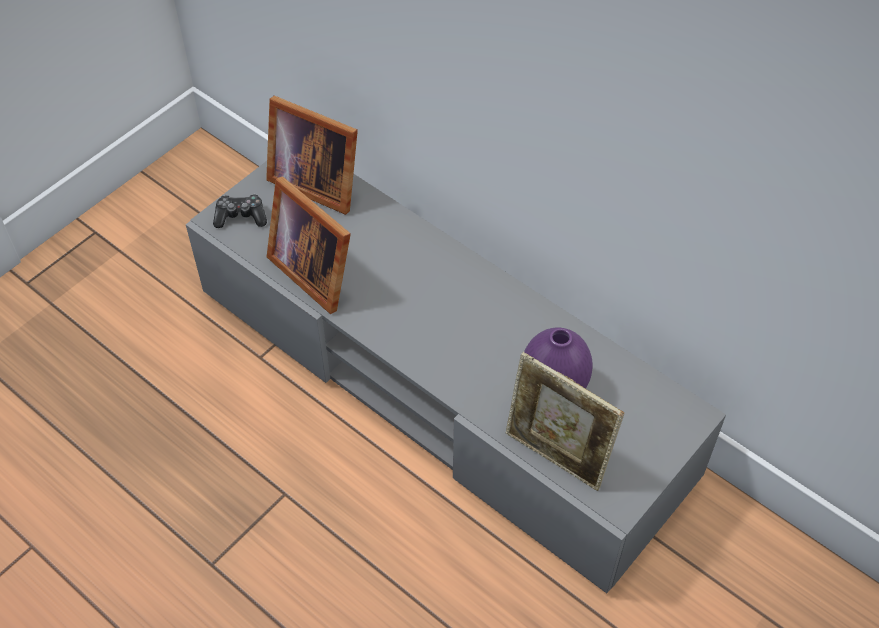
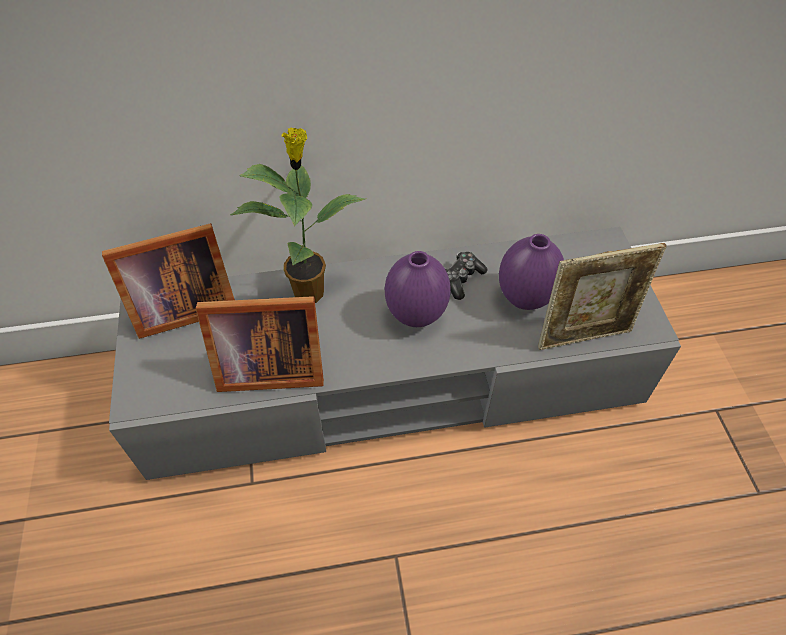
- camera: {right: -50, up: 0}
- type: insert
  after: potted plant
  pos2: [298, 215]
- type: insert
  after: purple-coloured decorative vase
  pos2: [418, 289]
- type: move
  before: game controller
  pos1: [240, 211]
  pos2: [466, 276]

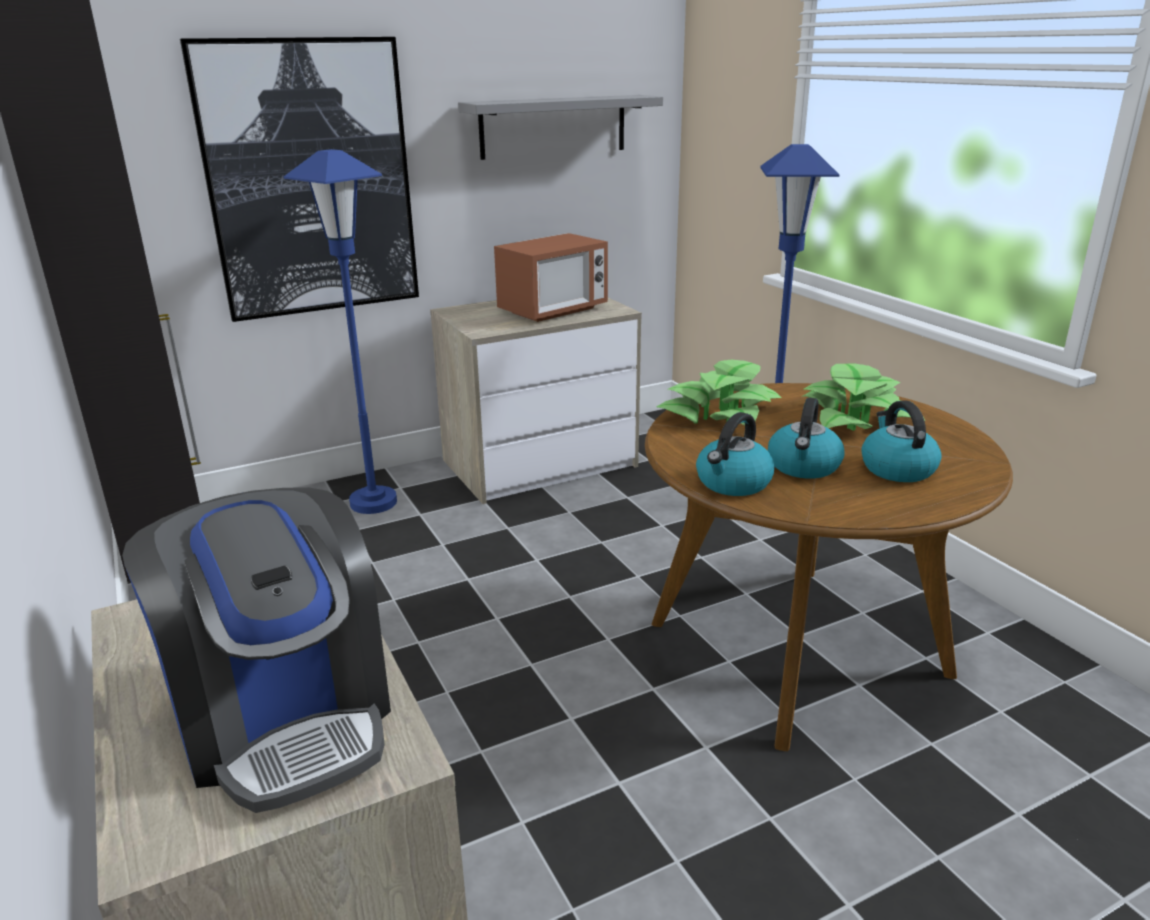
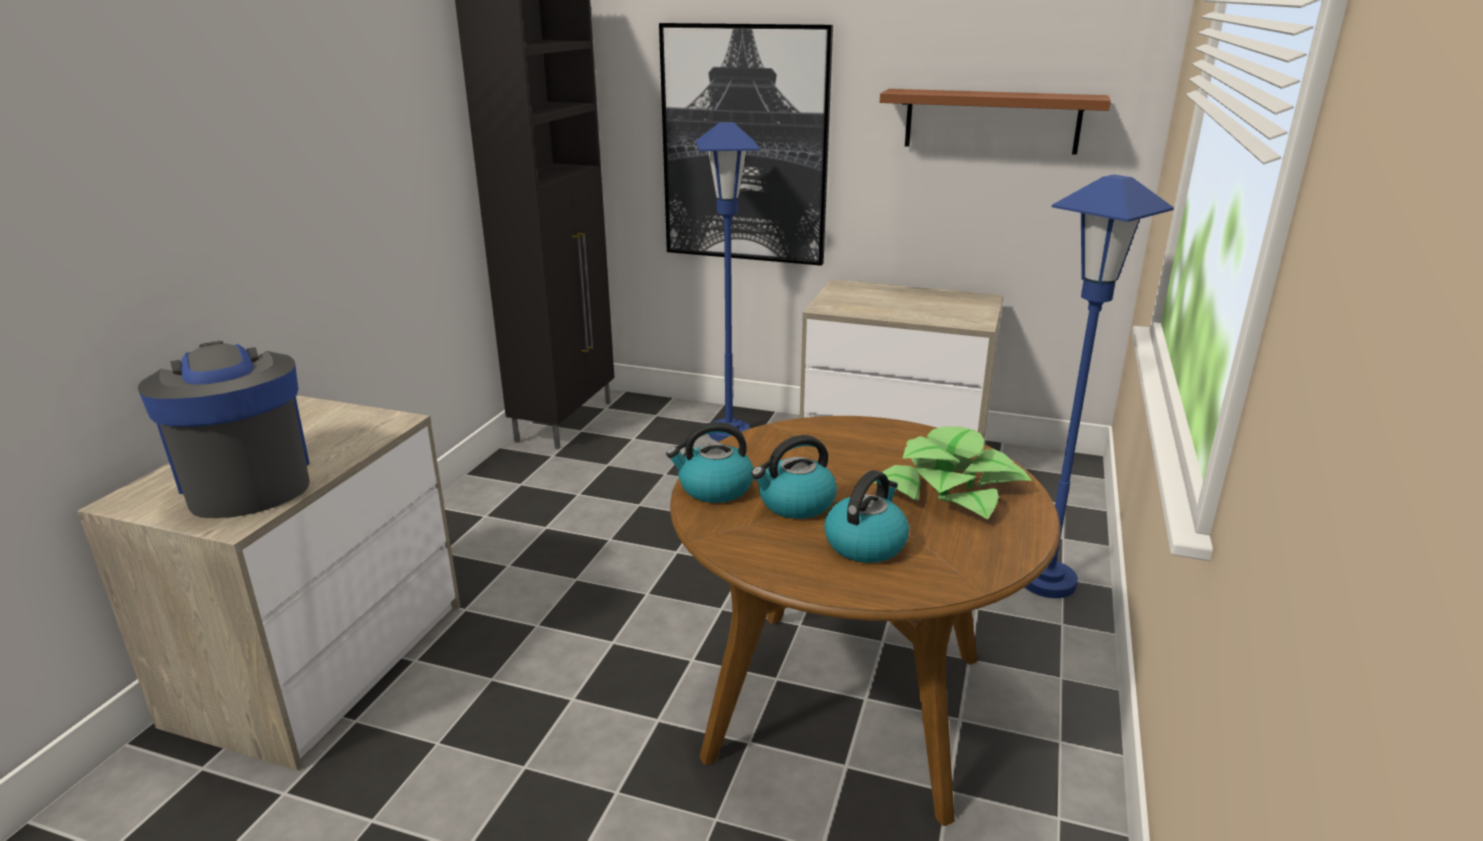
- camera: {right: 45, up: 0}
- type: rotate
  before: coffee maker
  pos1: [256, 650]
  pos2: [224, 429]
  turn: 135
- type: recolor
  before: gray wall shelf
  after: brown-coloured wall shelf
  pos1: [560, 127]
  pos2: [995, 122]
- type: delete
  before: microwave oven
  pos1: [551, 277]
- type: delete
  before: potted plant
  pos1: [719, 392]

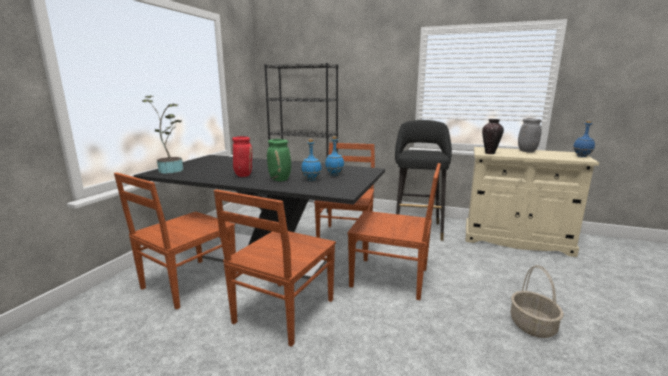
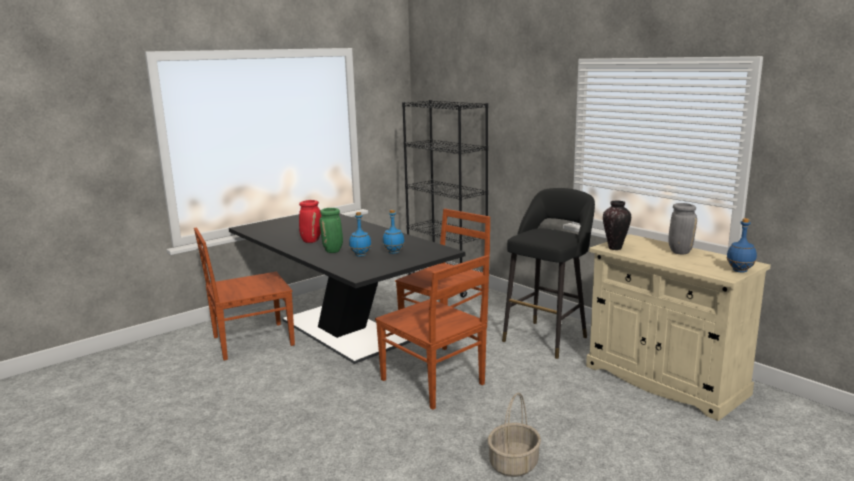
- camera: {right: 30, up: 0}
- type: delete
  before: potted plant
  pos1: [162, 134]
- type: delete
  before: brown-coloured plain chair
  pos1: [275, 268]

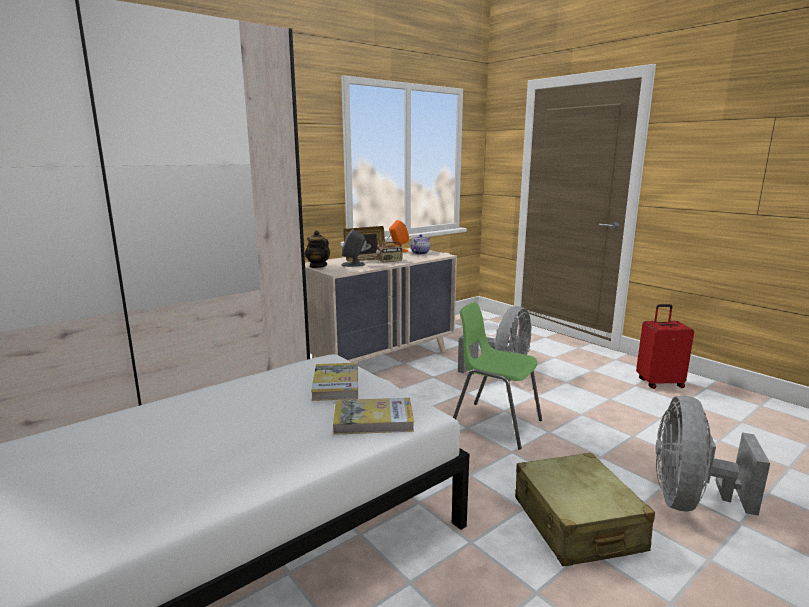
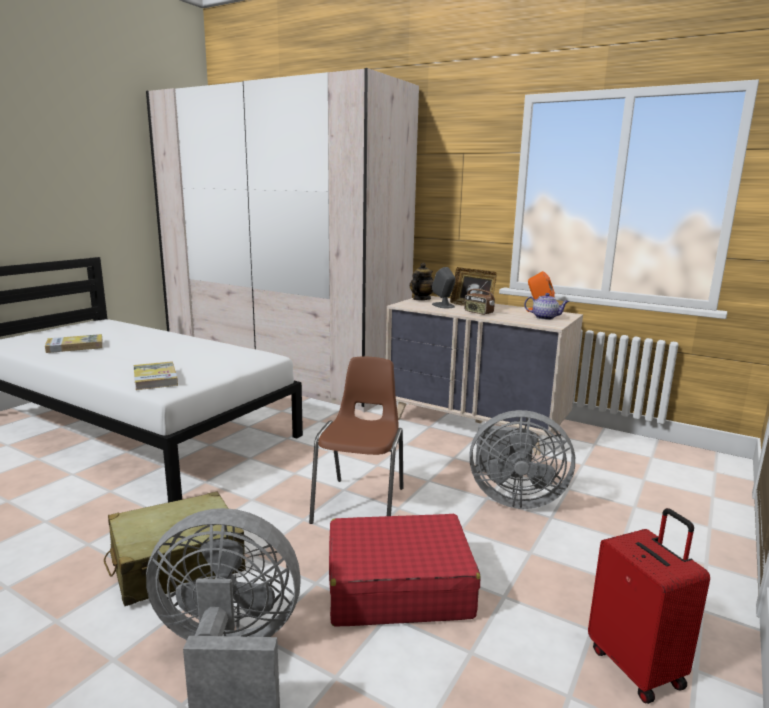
- camera: {right: 70, up: 0}
- type: move
  before: volume
  pos1: [334, 382]
  pos2: [74, 343]
- type: recolor
  before: green plain chair
  after: brown-coloured plain chair
  pos1: [497, 376]
  pos2: [356, 440]
- type: insert
  after: red piece of luggage
  pos2: [404, 570]

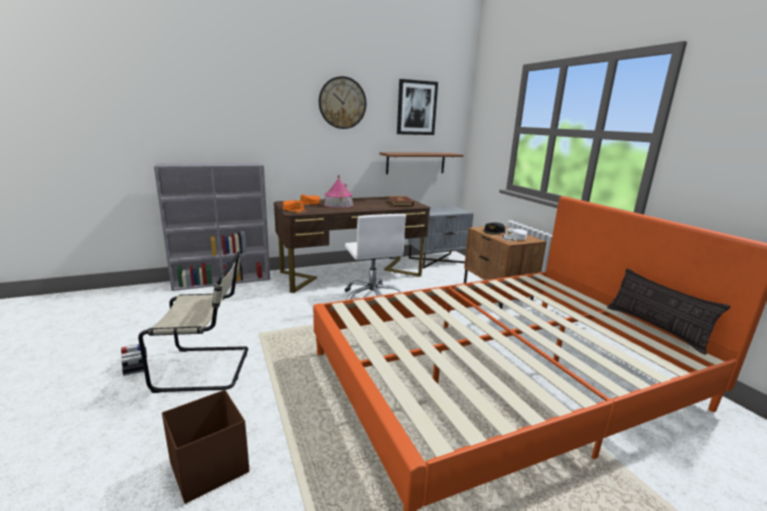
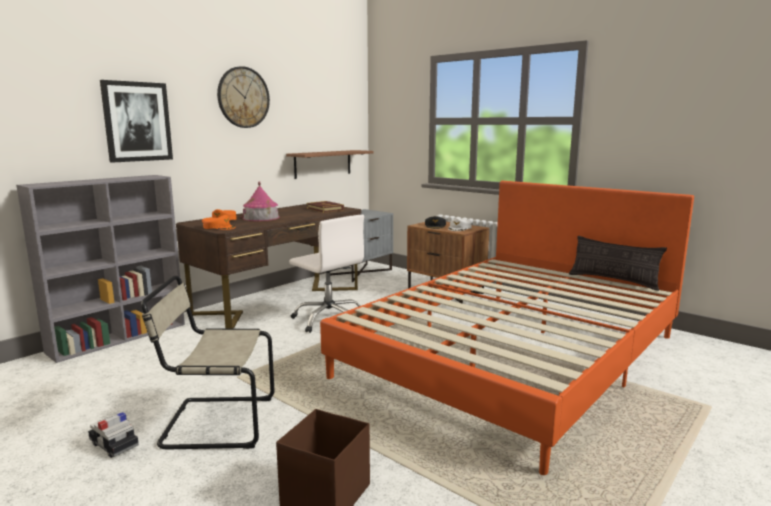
- camera: {right: -25, up: -5}
- type: move
  before: picture
  pos1: [417, 107]
  pos2: [136, 121]
- type: rotate
  before: beige plain chair
  pos1: [193, 322]
  pos2: [207, 362]
  turn: -150

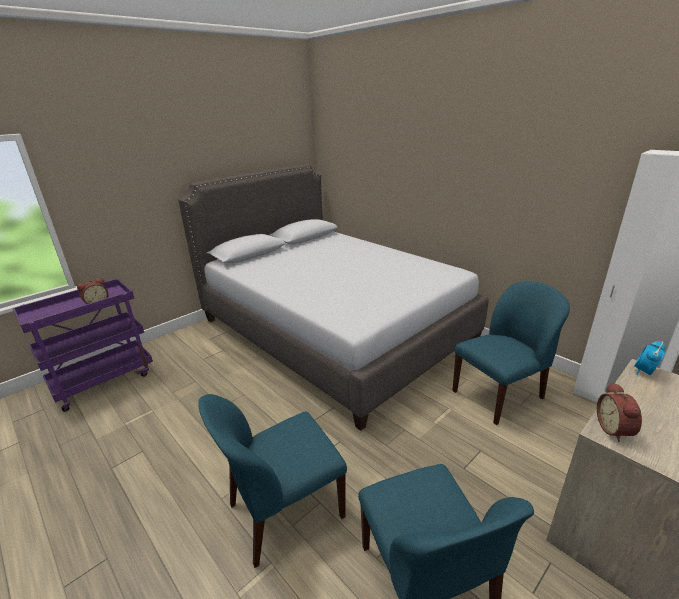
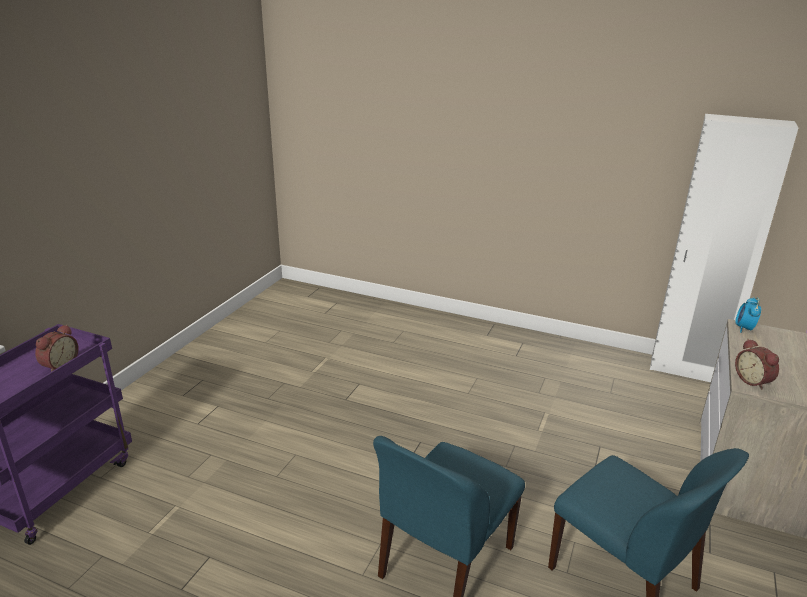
- camera: {right: -25, up: 0}
- type: delete
  before: gray bedroom bed
  pos1: [333, 297]
- type: delete
  before: blue plain chair
  pos1: [511, 353]

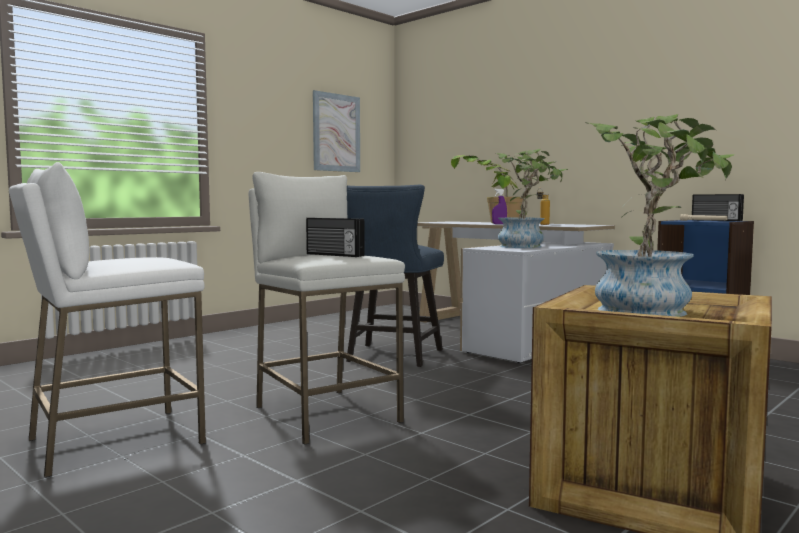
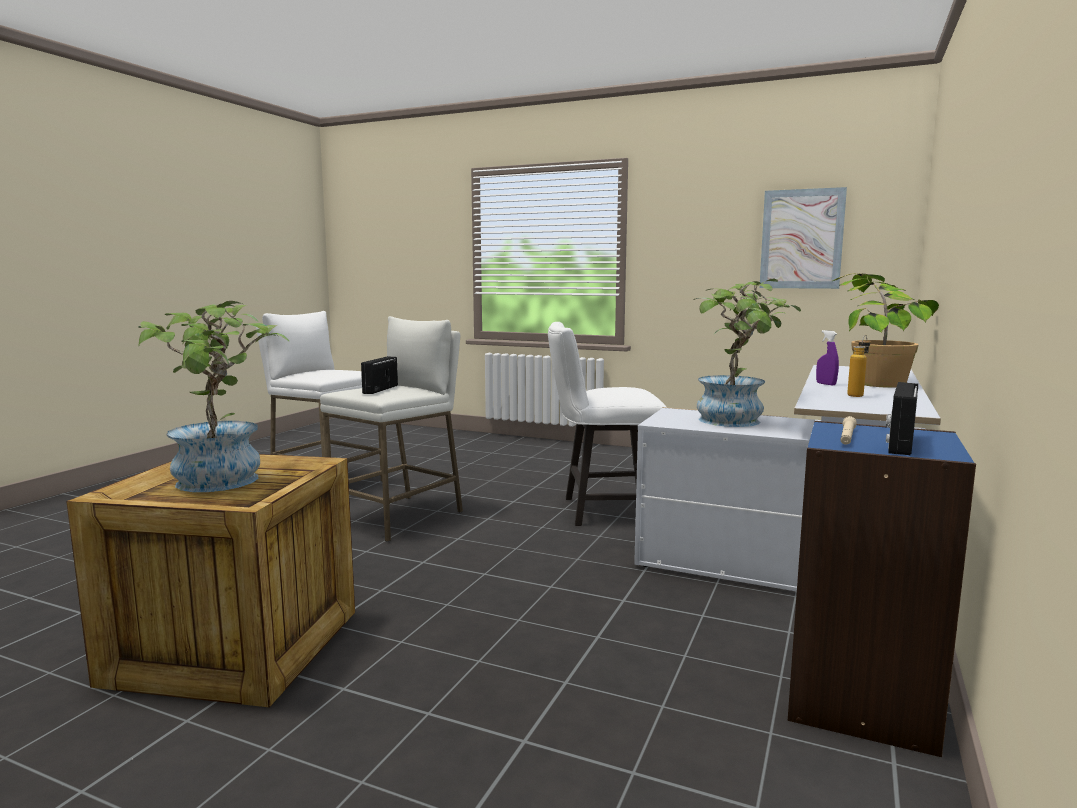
- camera: {right: 70, up: 5}
- type: recolor
  before: blue plain chair
  after: white plain chair
  pos1: [395, 276]
  pos2: [607, 424]

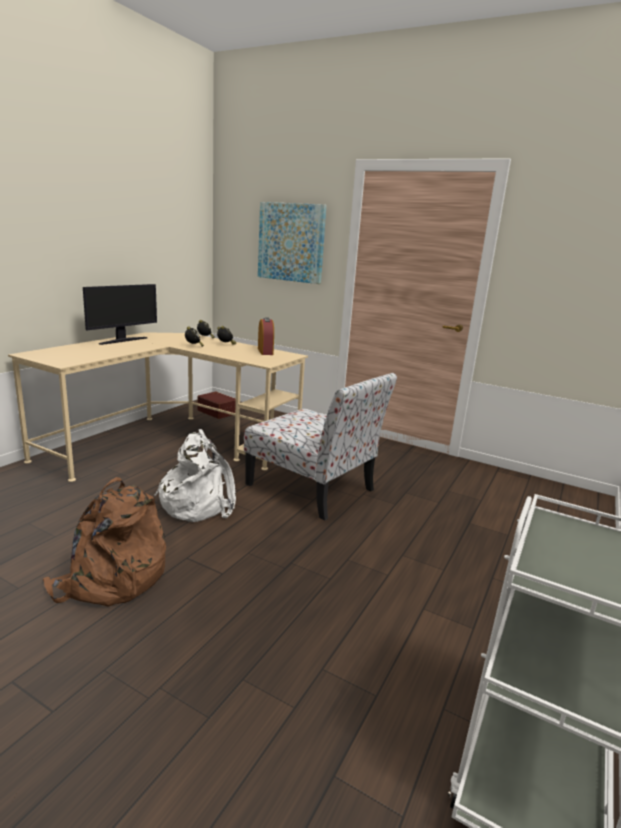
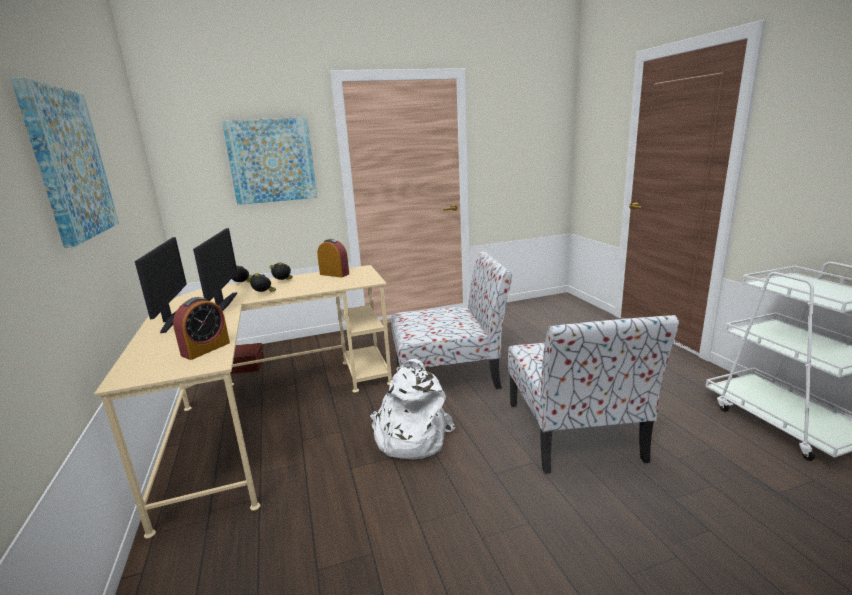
- camera: {right: -45, up: 0}
- type: insert
  after: picture
  pos2: [64, 162]
- type: insert
  after: alarm clock
  pos2: [201, 328]
- type: insert
  after: monitor
  pos2: [215, 269]
- type: insert
  after: plain chair
  pos2: [593, 394]
- type: delete
  before: brown-coloured backpack
  pos1: [104, 542]

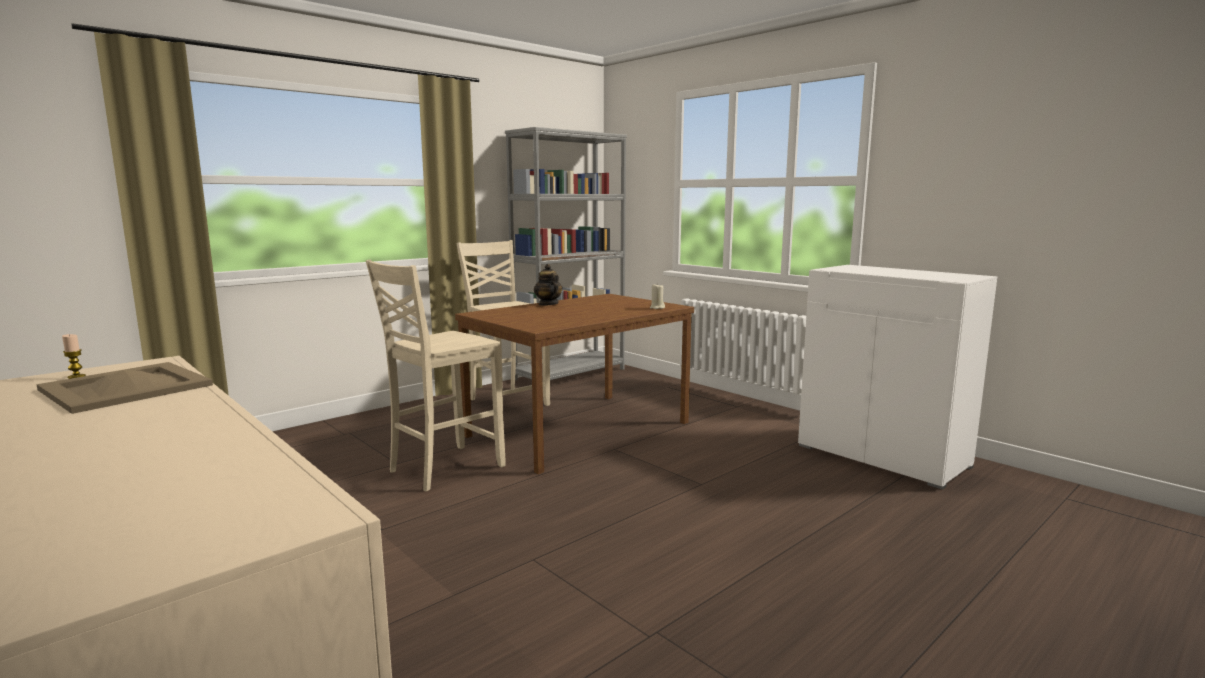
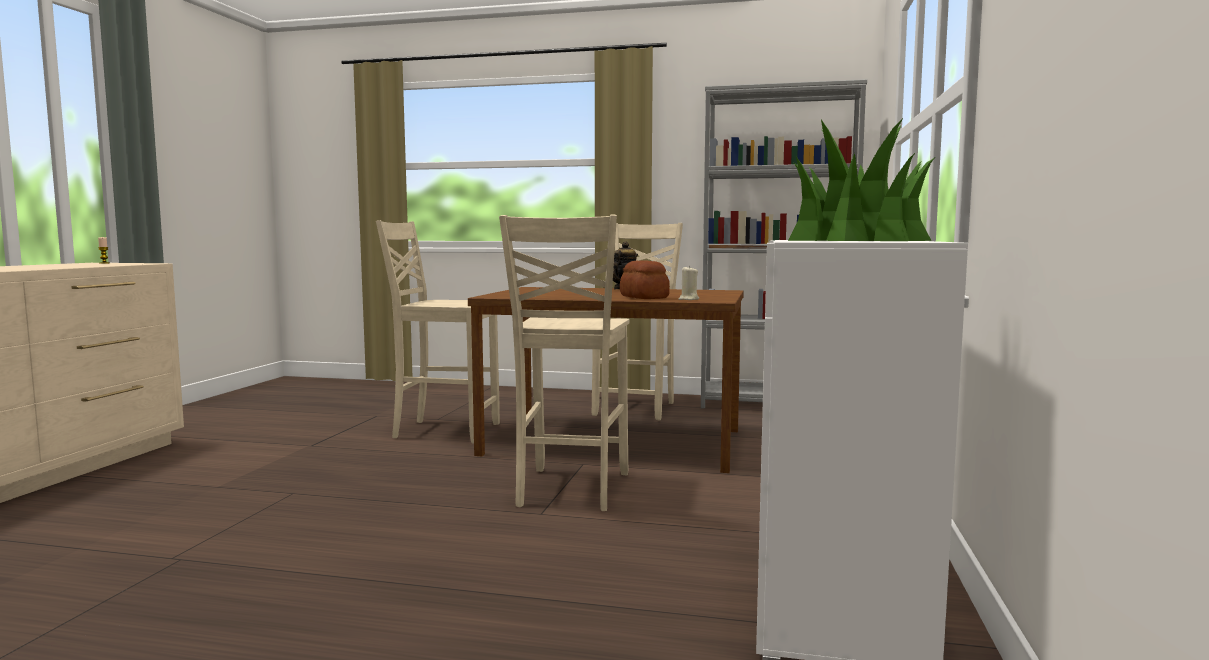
- camera: {right: 55, up: -5}
- type: insert
  after: beige plain chair
  pos2: [564, 363]
- type: insert
  after: bakery bread
  pos2: [645, 280]
- type: insert
  after: potted plant
  pos2: [861, 180]
- type: delete
  before: beige tray
  pos1: [125, 388]

